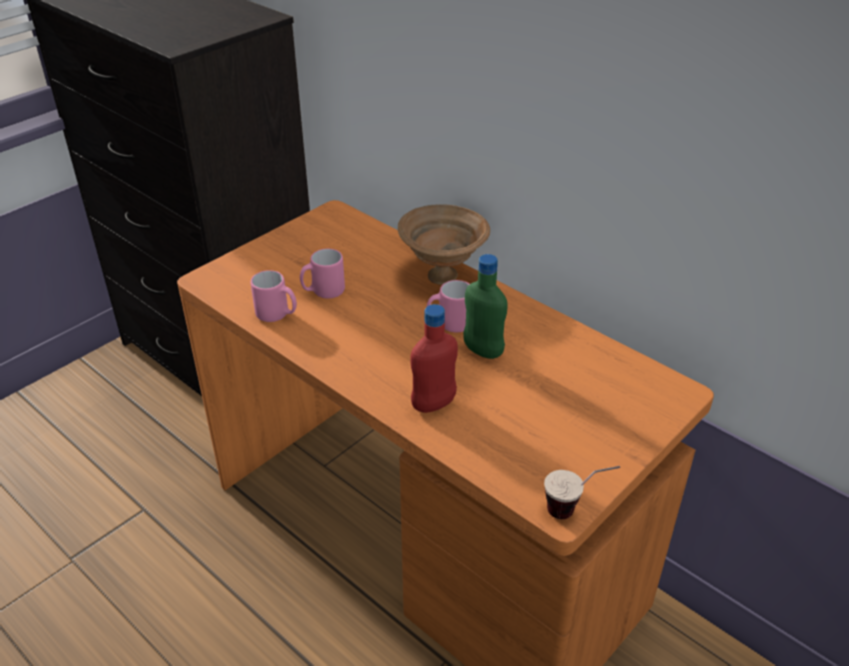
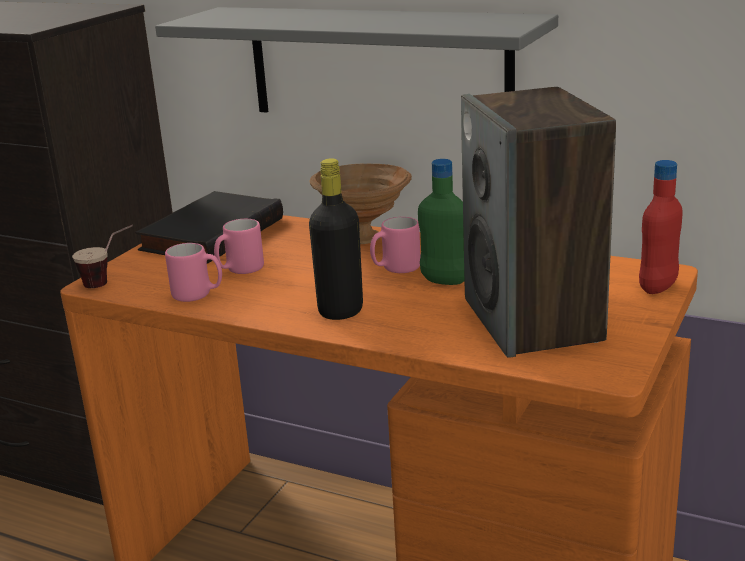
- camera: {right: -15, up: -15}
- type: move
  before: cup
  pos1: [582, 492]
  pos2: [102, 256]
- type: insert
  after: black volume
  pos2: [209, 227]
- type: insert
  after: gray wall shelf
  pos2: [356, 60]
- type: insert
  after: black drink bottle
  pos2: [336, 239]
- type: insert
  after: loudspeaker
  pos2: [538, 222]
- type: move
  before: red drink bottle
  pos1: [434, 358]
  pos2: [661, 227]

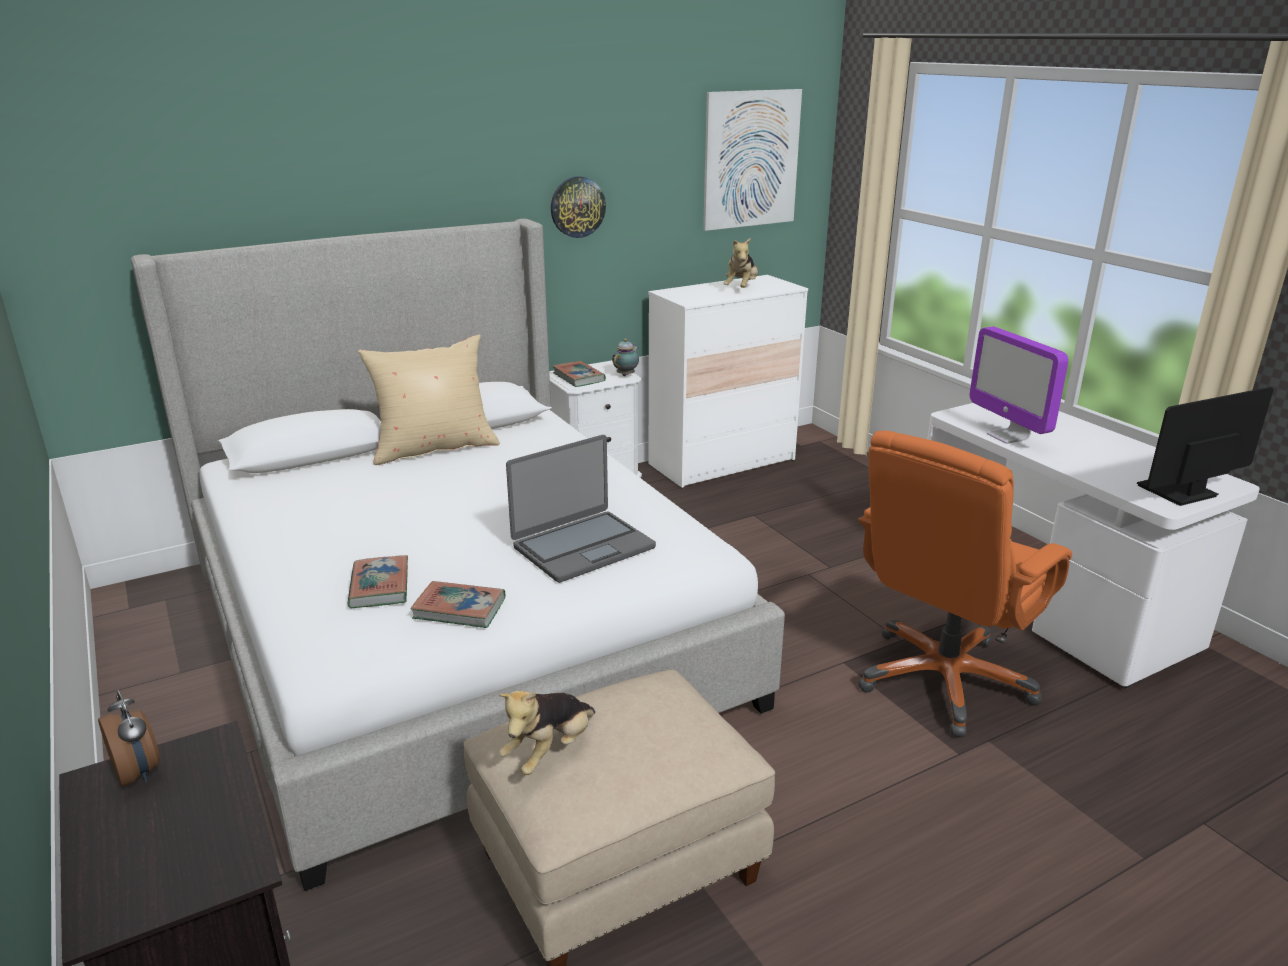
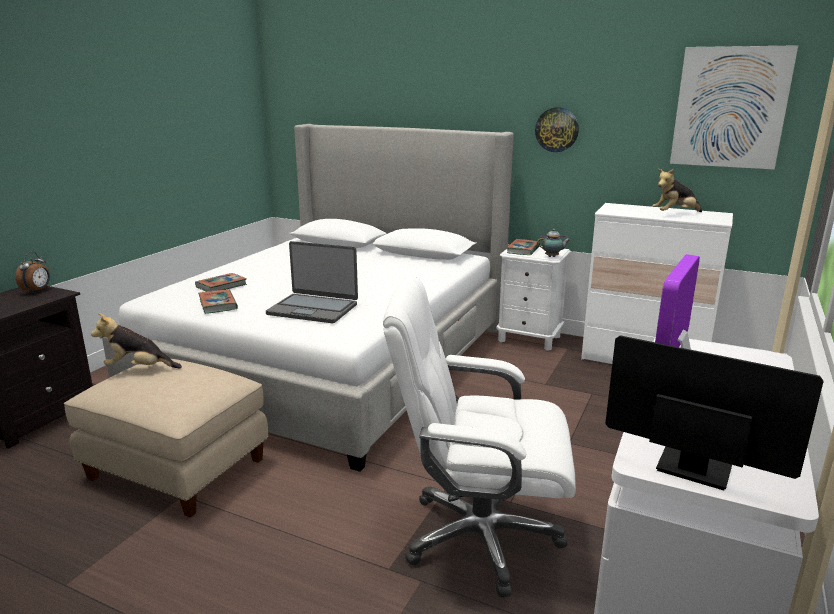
- camera: {right: 55, up: -5}
- type: recolor
  before: orange office chair
  after: white office chair
  pos1: [965, 584]
  pos2: [479, 437]
- type: delete
  before: beige throw pillow
  pos1: [429, 400]

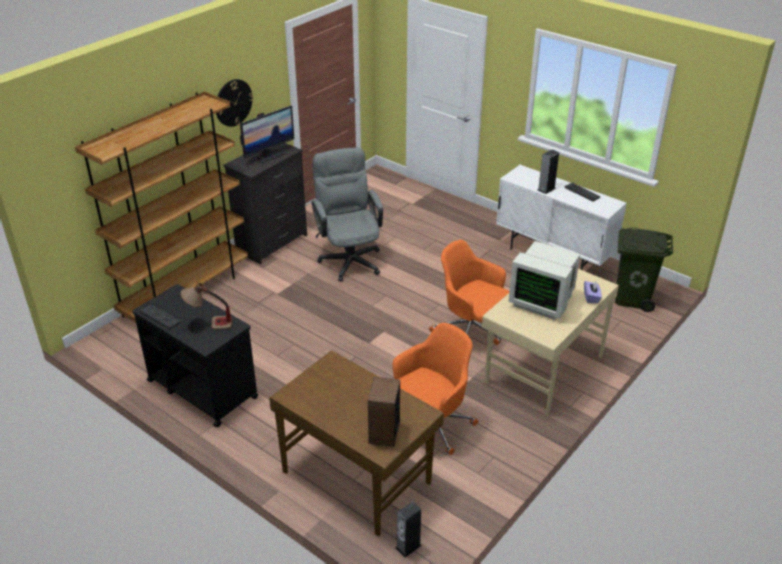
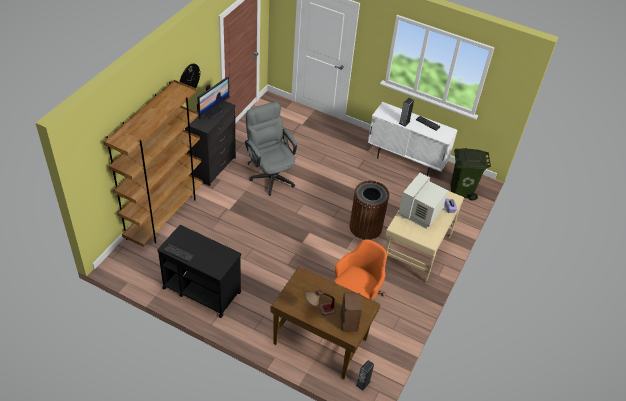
- camera: {right: -15, up: 10}
- type: move
  before: tabletop lamp
  pos1: [206, 306]
  pos2: [320, 302]
- type: replace
  before: orange office chair
  after: brown-coloured waste bin
  pos1: [469, 292]
  pos2: [369, 210]
- type: rotate
  before: monitor
  pos1: [544, 280]
  pos2: [423, 201]
  turn: 105

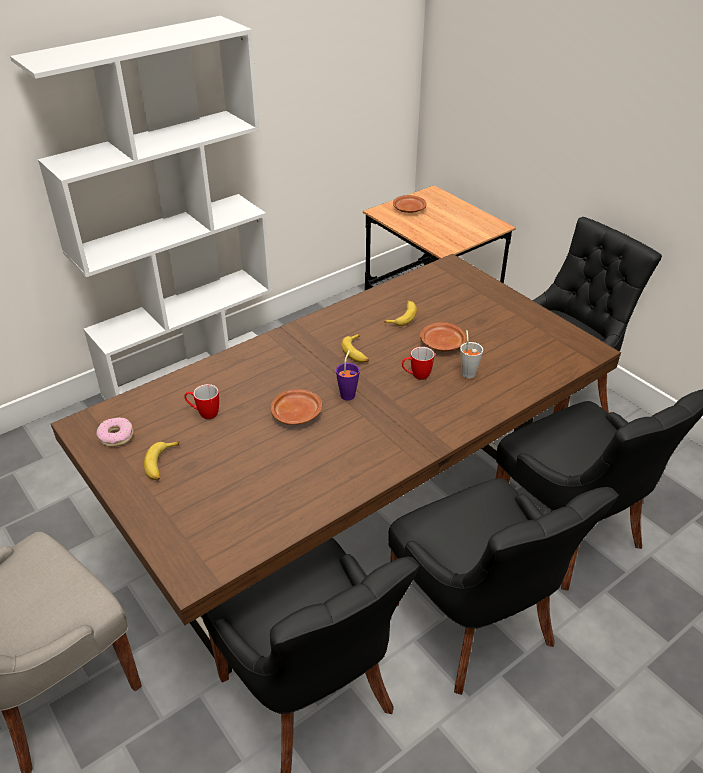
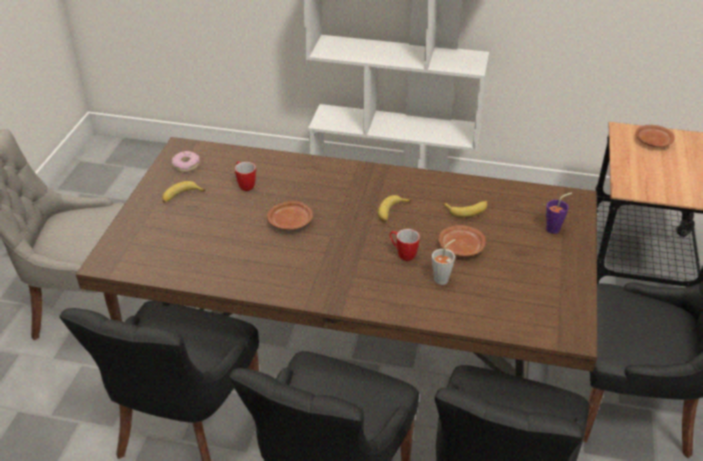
- camera: {right: 50, up: 0}
- type: move
  before: purple-coloured cup
  pos1: [348, 375]
  pos2: [559, 213]

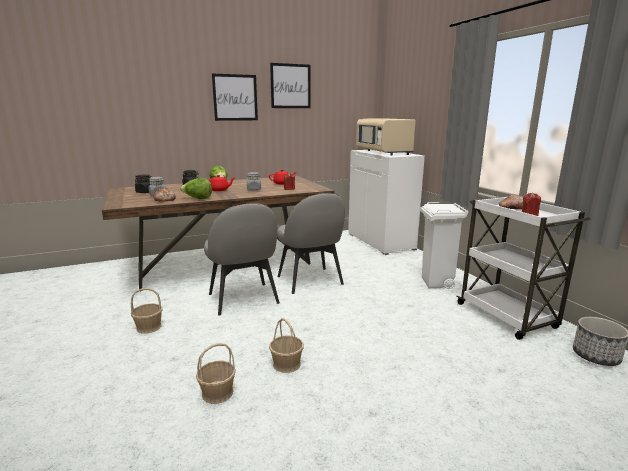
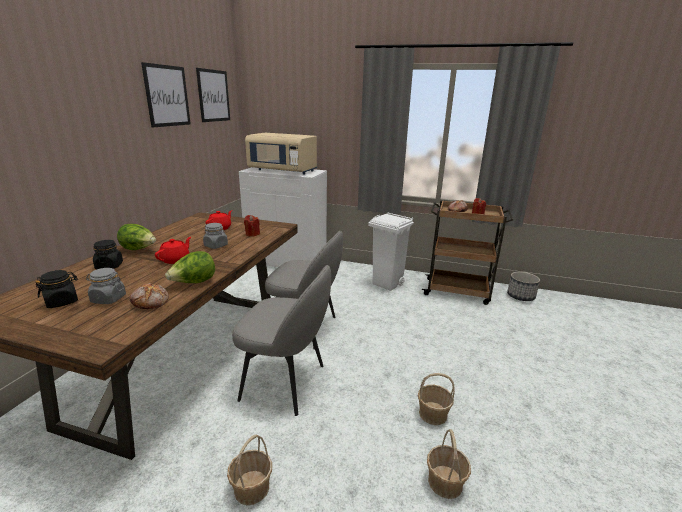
- camera: {right: -50, up: 5}
- type: move
  before: picture
  pos1: [235, 97]
  pos2: [213, 95]
- type: recolor
  before: white wheeled cart
  after: brown-coloured wheeled cart
  pos1: [523, 268]
  pos2: [467, 252]

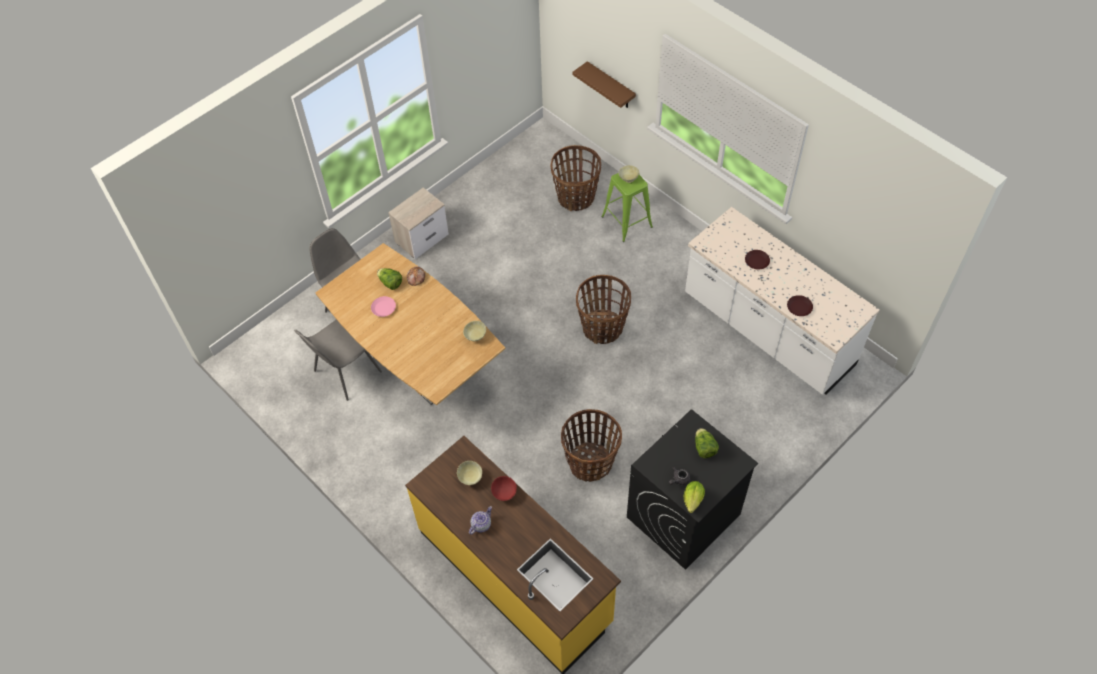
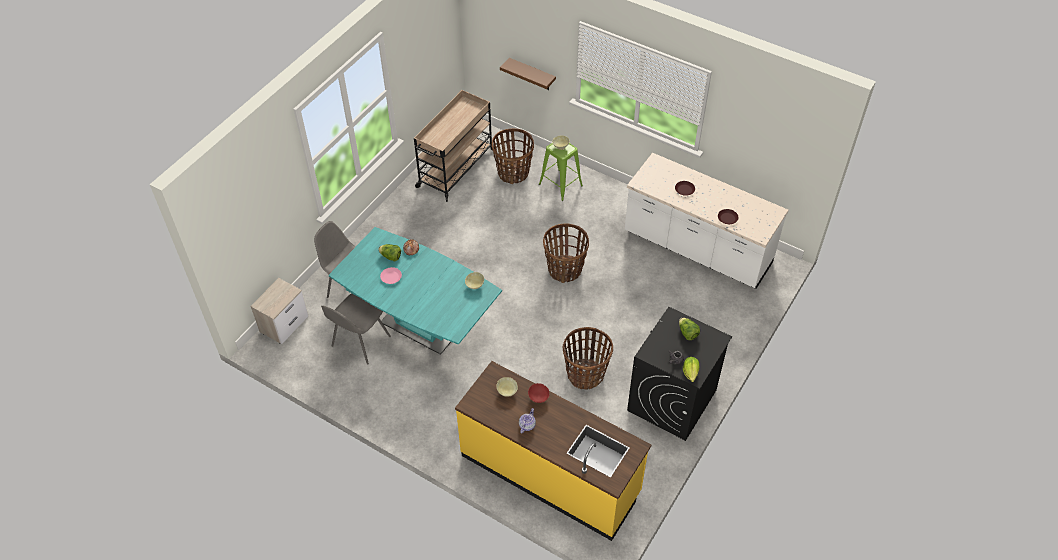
- camera: {right: -15, up: -5}
- type: move
  before: bedside table
  pos1: [418, 223]
  pos2: [279, 311]
- type: recolor
  before: brown-coloured kitchen table
  after: blue-green kitchen table
  pos1: [410, 324]
  pos2: [415, 291]
- type: insert
  after: beige wheeled cart
  pos2: [455, 146]

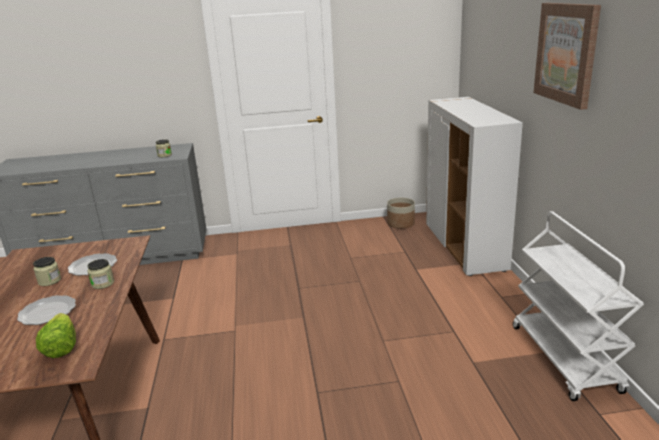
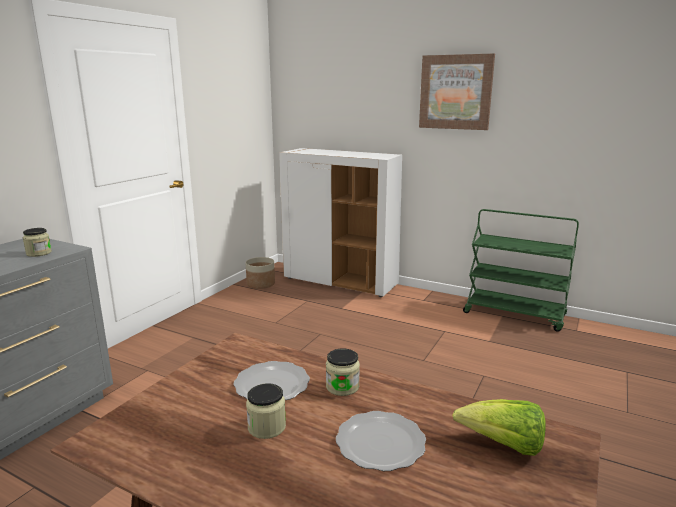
- camera: {right: -55, up: -5}
- type: recolor
  before: white wheeled cart
  after: green wheeled cart
  pos1: [578, 306]
  pos2: [521, 270]

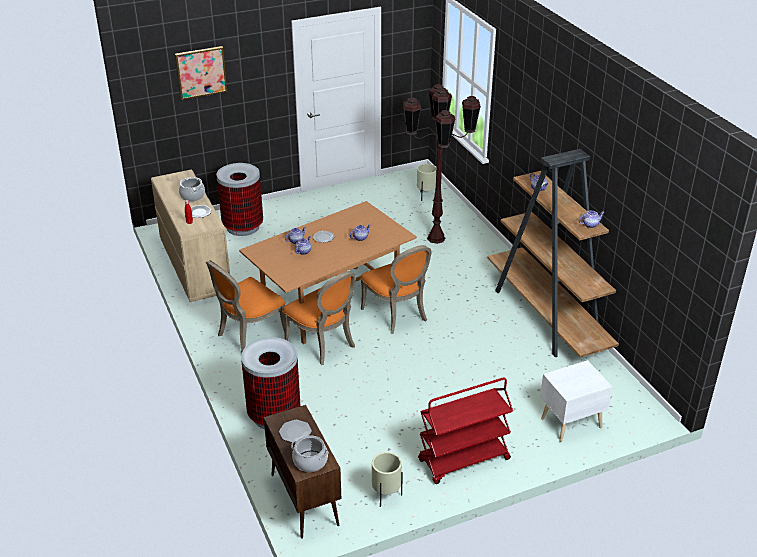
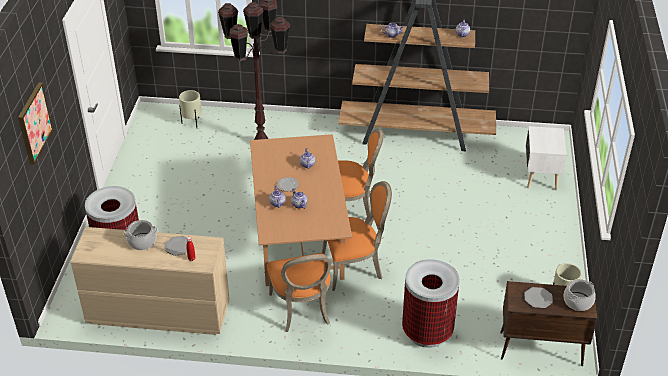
- camera: {right: -60, up: 5}
- type: delete
  before: red wheeled cart
  pos1: [465, 430]

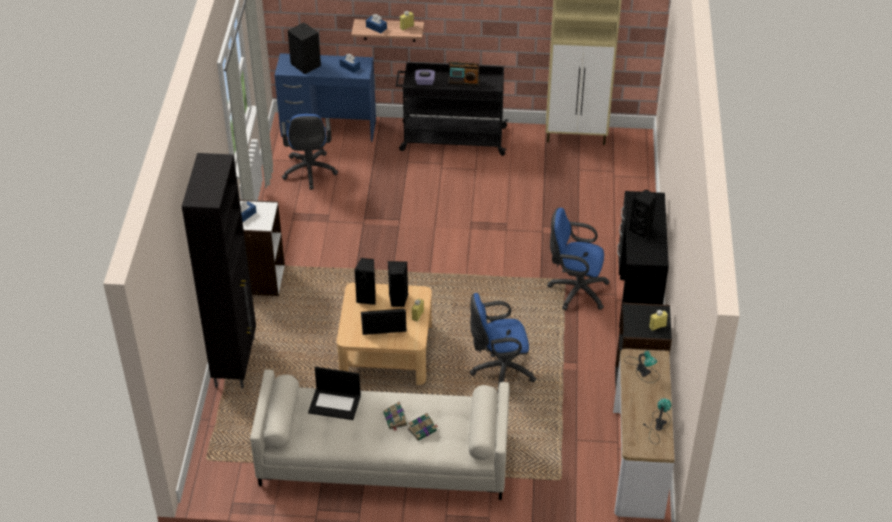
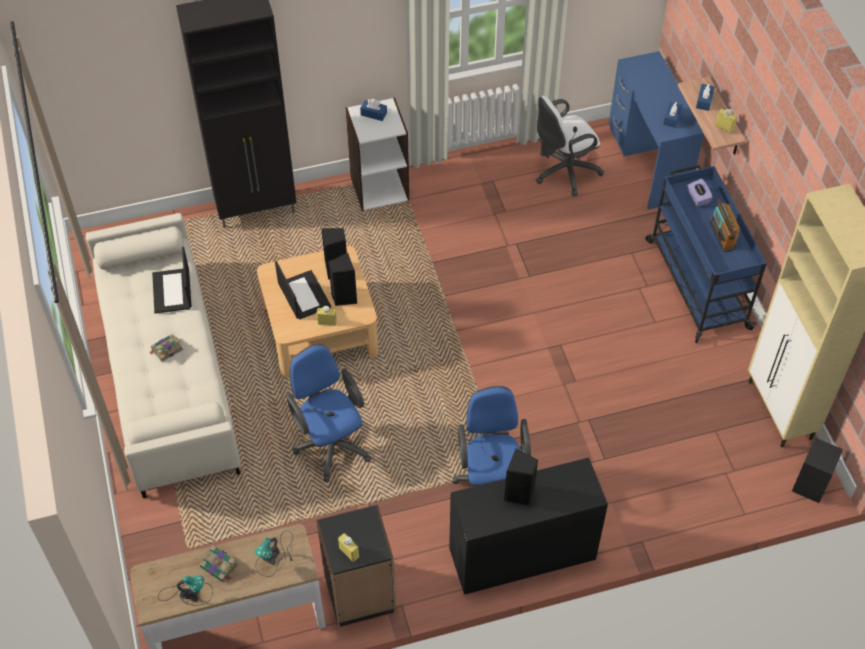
- camera: {right: 70, up: 10}
- type: move
  before: volume
  pos1: [423, 427]
  pos2: [219, 563]
- type: recolor
  before: blue office chair
  after: white office chair
  pos1: [309, 152]
  pos2: [570, 145]
- type: recolor
  before: black wheeled cart
  after: blue wheeled cart
  pos1: [452, 109]
  pos2: [706, 254]
- type: move
  before: black loudspeaker
  pos1: [304, 48]
  pos2: [817, 470]

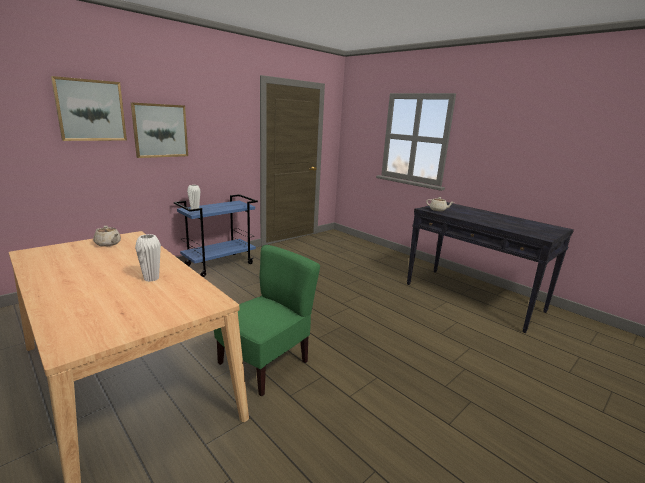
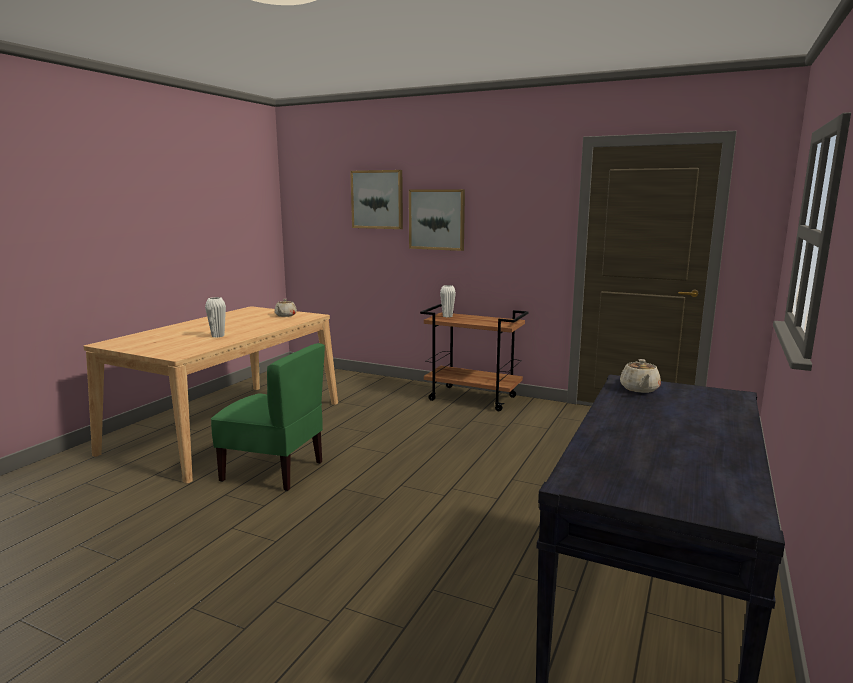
- camera: {right: 70, up: -5}
- type: recolor
  before: blue wheeled cart
  after: brown-coloured wheeled cart
  pos1: [216, 235]
  pos2: [474, 357]

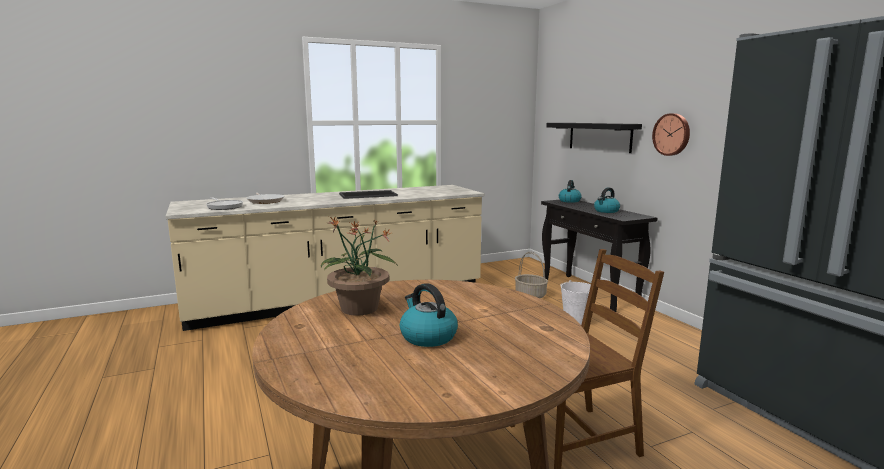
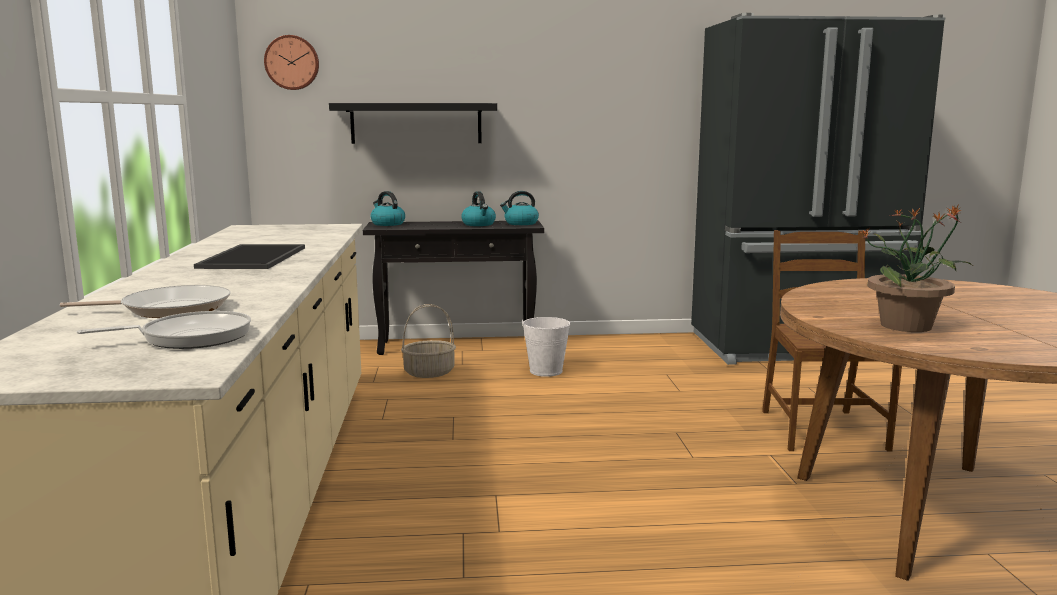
- camera: {right: -70, up: 0}
- type: move
  before: clock on the wall
  pos1: [671, 134]
  pos2: [291, 62]
- type: move
  before: water kettle
  pos1: [429, 315]
  pos2: [519, 208]

